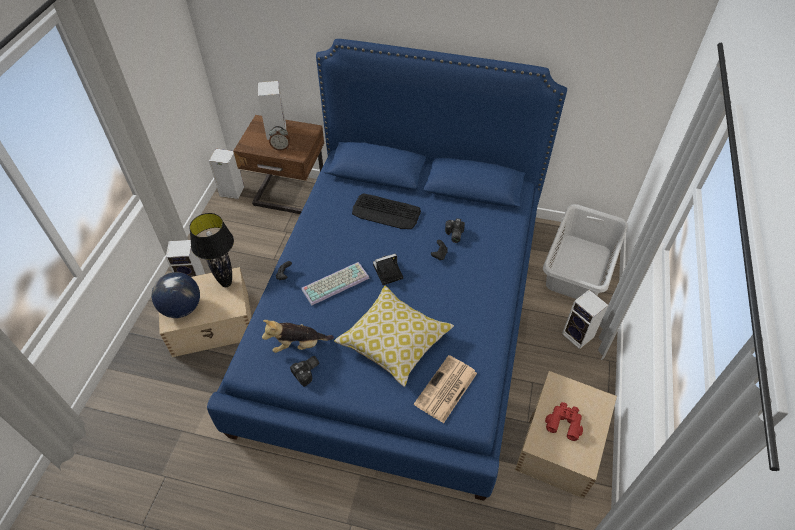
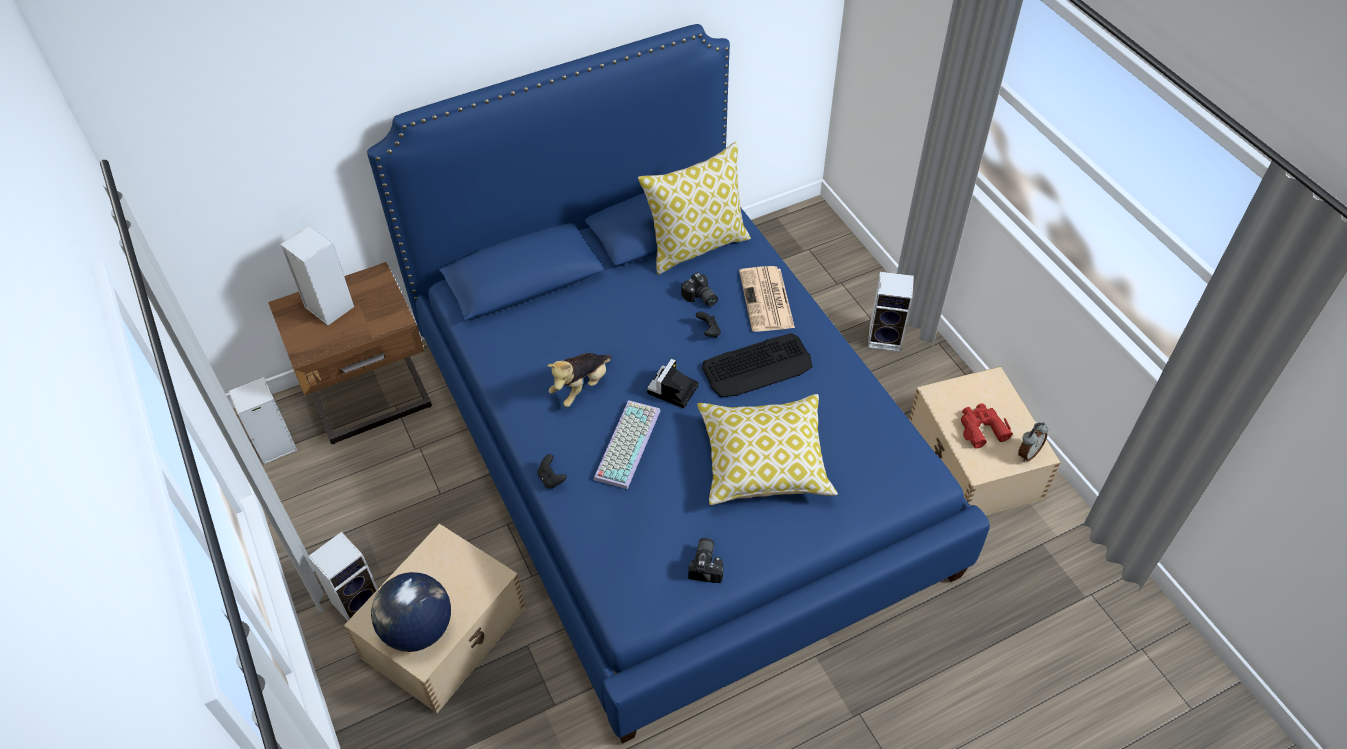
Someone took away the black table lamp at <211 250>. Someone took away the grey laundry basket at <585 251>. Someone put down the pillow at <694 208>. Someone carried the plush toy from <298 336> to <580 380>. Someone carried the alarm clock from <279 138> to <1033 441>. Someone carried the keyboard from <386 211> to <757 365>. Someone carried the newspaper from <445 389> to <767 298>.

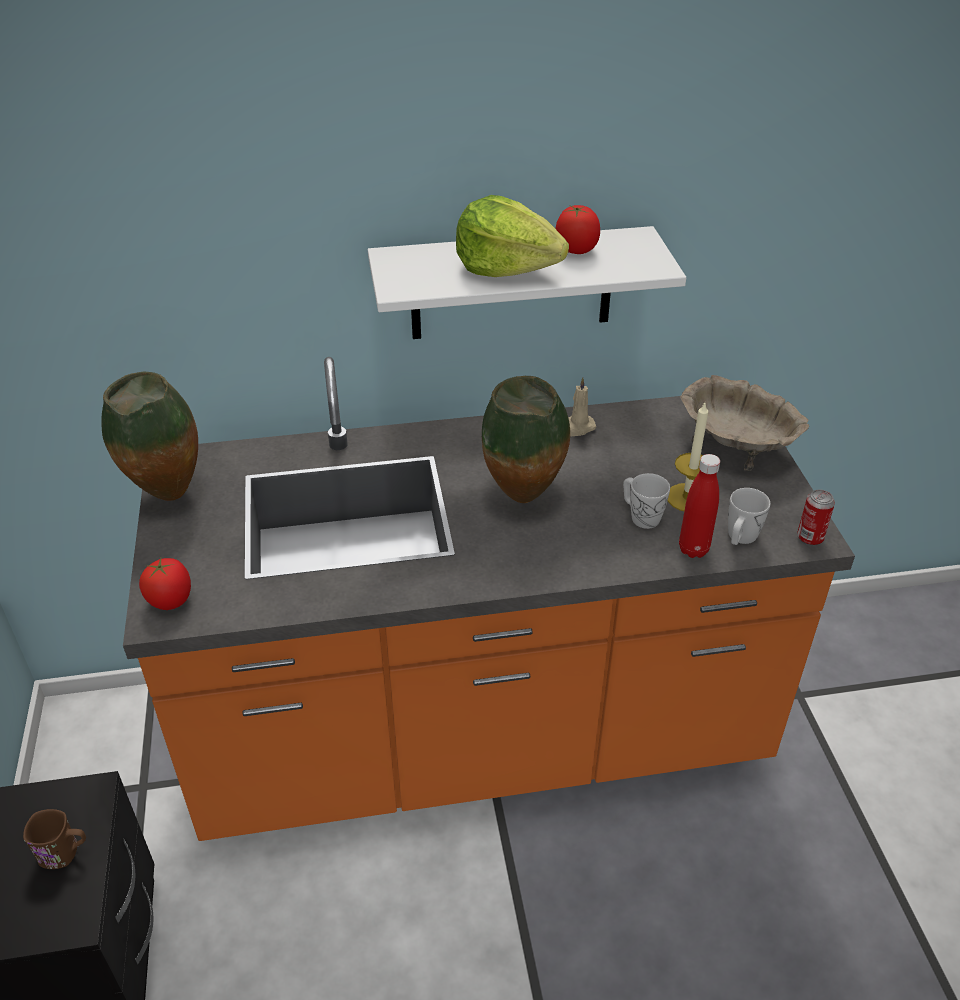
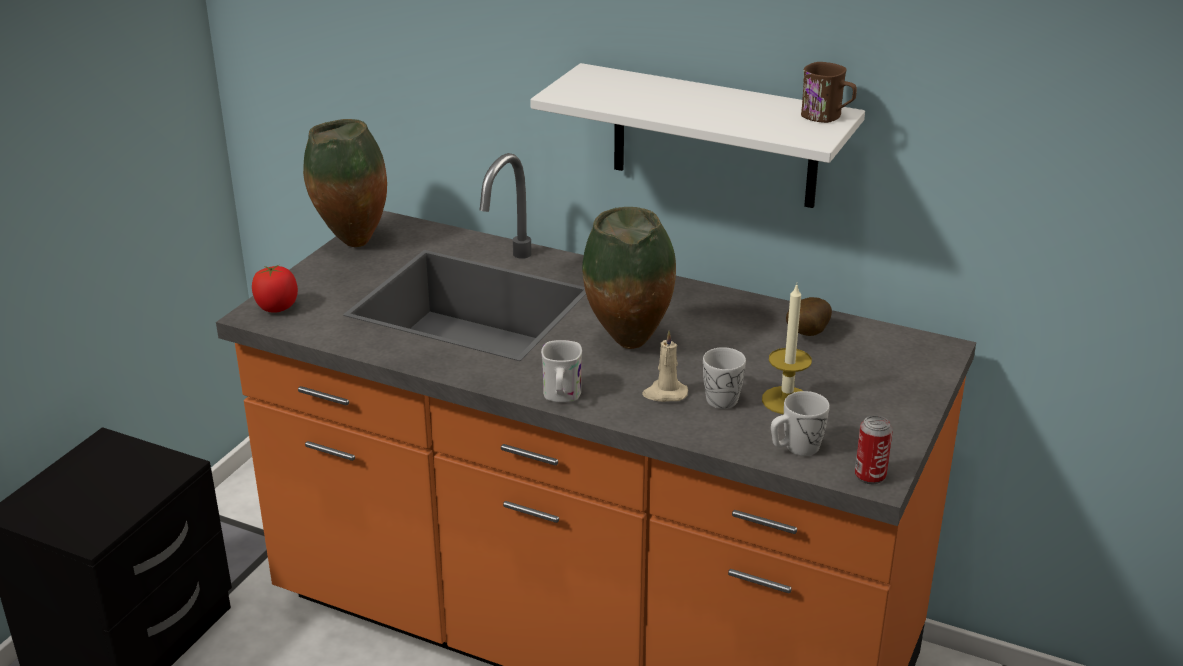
Someone took away the lettuce at <512 236>. Someone took away the tomato at <578 229>. Someone took away the red bottle at <699 506>. Someone took away the beige bowl at <744 423>. Someone put down the white mug at <561 371>. Someone put down the potato at <809 316>. Someone carried the brown mug from <54 839> to <829 92>. Someone carried the beige candle from <582 406> to <665 366>.

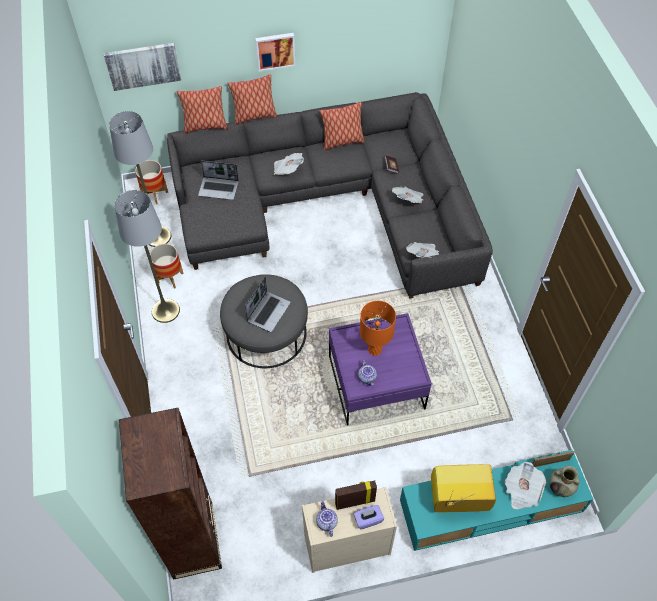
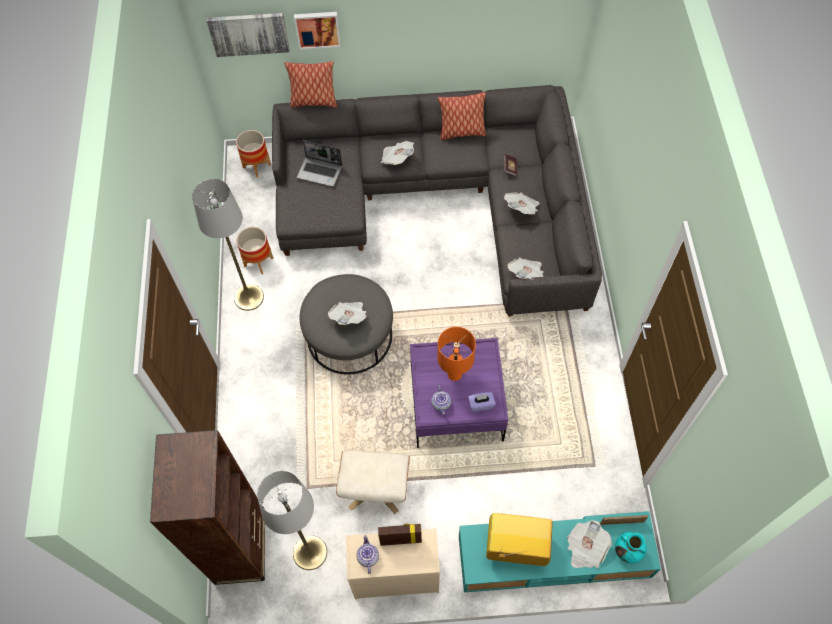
Someone took away the pillow at <252 99>. Someone put down the beige ottoman at <373 482>. Someone carried the grey floor lamp from <140 179> to <292 520>. Someone carried the picture from <275 52> to <317 31>. Someone carried the purple tissue box from <369 517> to <482 402>. Someone swapped the laptop at <268 304> for the newspaper at <347 313>. Someone repainted the beige vase at <564 481>, which became the turquoise vase at <631 547>.

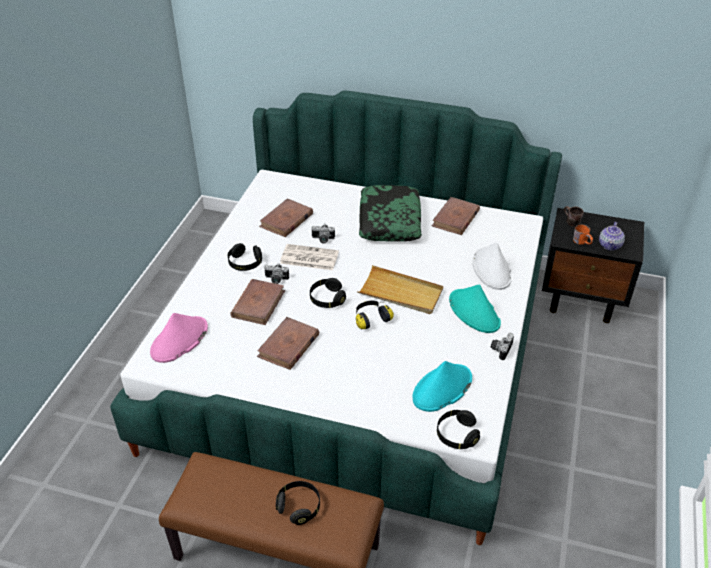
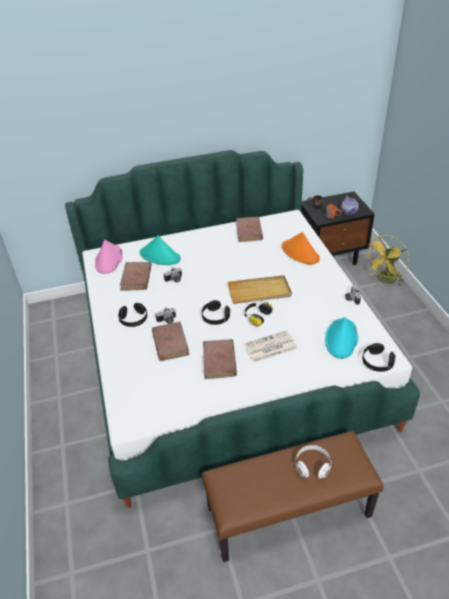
Someone took away the pillow at <390 213>. Someone put down the yellow fan at <387 261>. Someone carried the pink hat from <179 338> to <109 256>. Someone carried the newspaper from <309 257> to <271 346>. Someone carried the turquoise hat from <475 308> to <160 250>. Someone repainted the black headphones at <298 503>, which became the white headphones at <313 462>. Someone repainted the white hat at <491 266>, which became the orange hat at <301 248>.

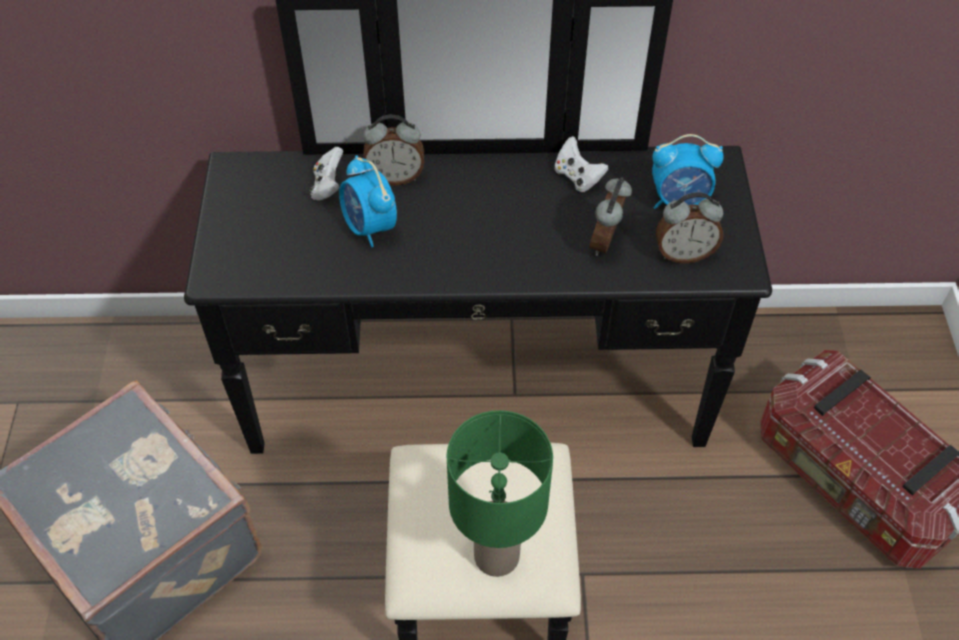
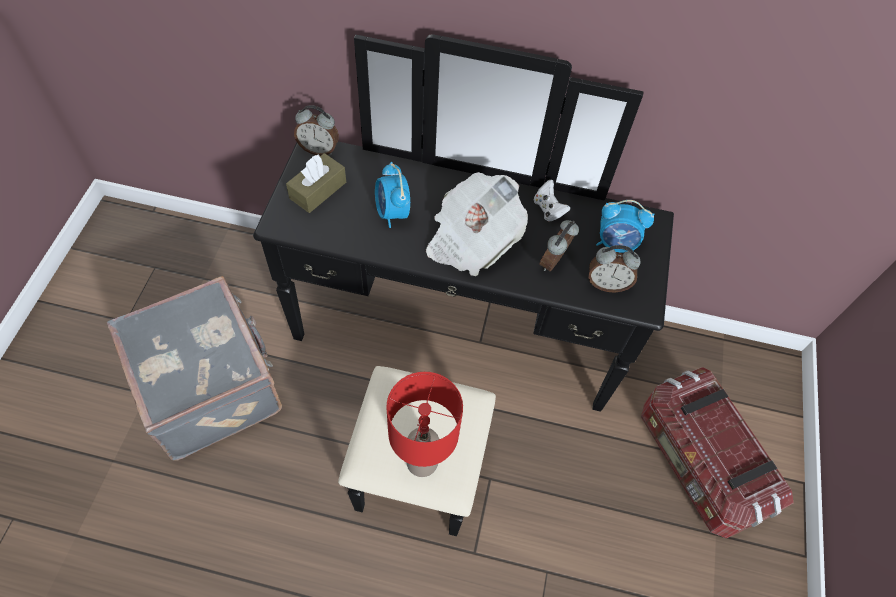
Someone took away the white game controller at <326 173>. Someone put down the brown tissue box at <316 183>. Someone put down the newspaper at <477 224>. Someone carried the alarm clock from <393 150> to <316 130>. Someone repainted the green table lamp at <499 493>, which became the red table lamp at <424 424>.

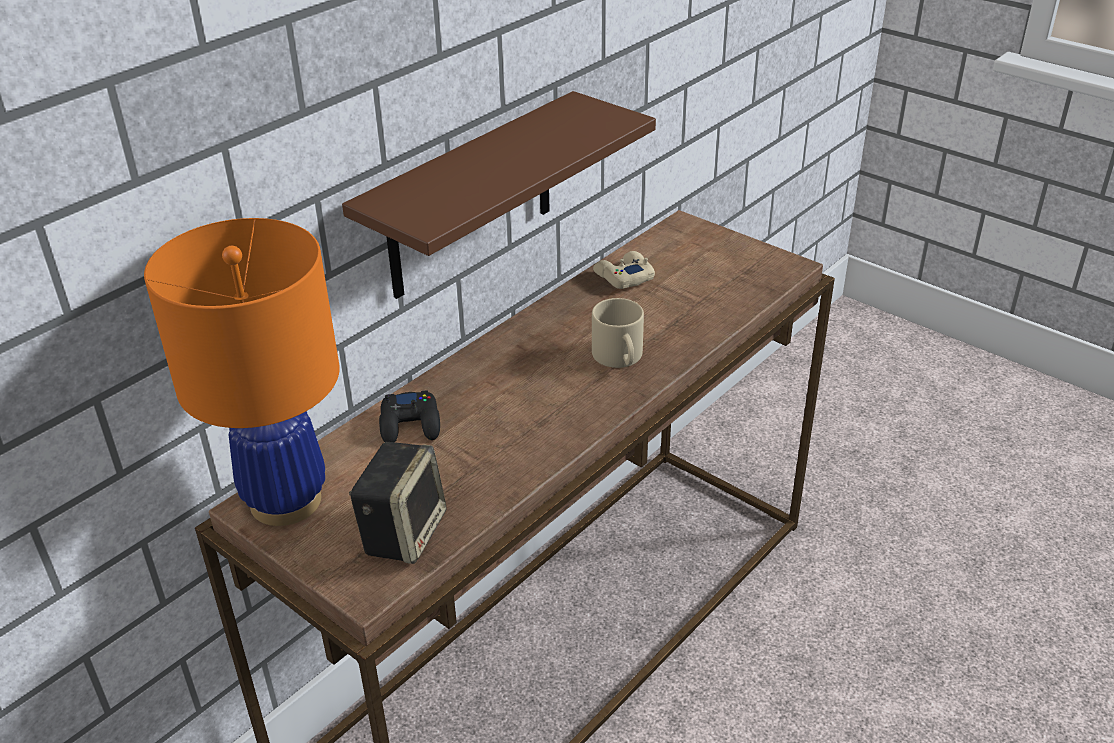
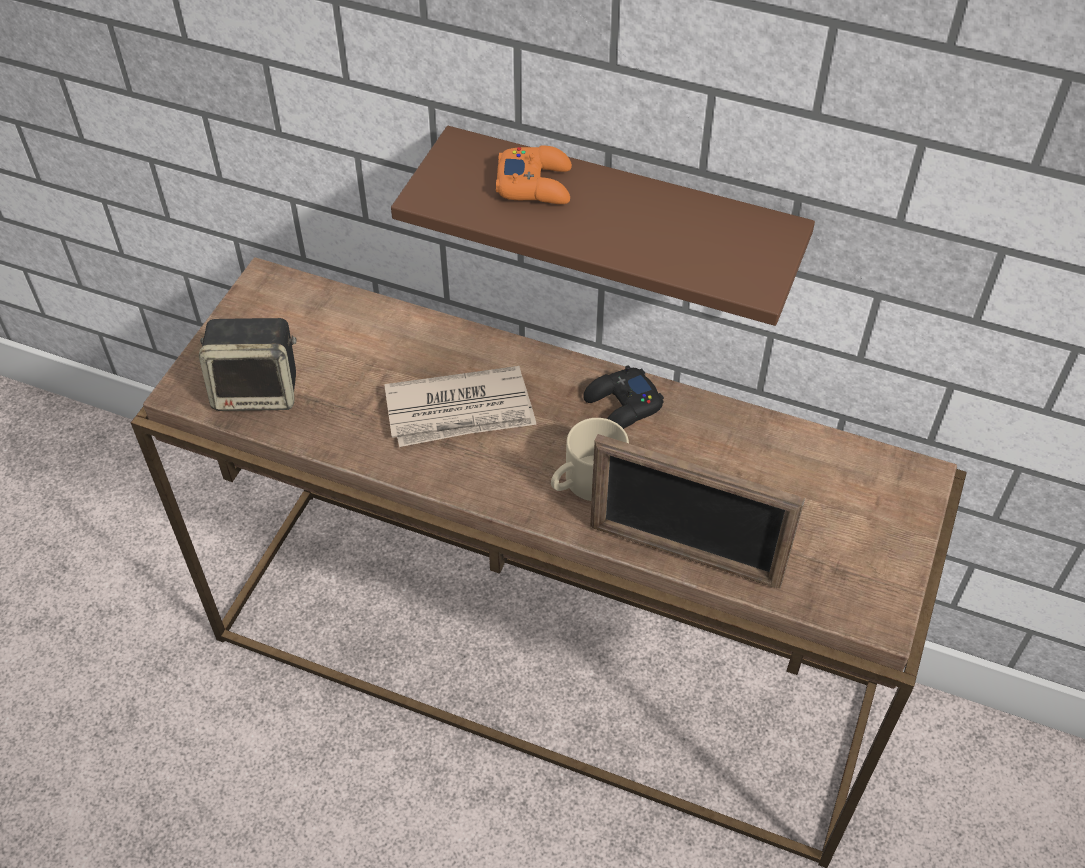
Someone took away the orange table lamp at <242 372>. Someone took away the beige game controller at <624 270>. Someone put down the newspaper at <460 406>. Someone put down the orange game controller at <534 174>. Someone put down the picture frame at <697 511>. Someone carried the black game controller from <409 416> to <623 397>.

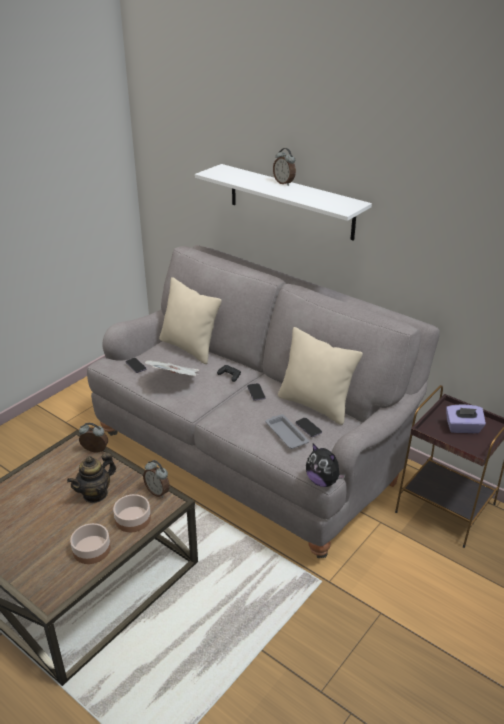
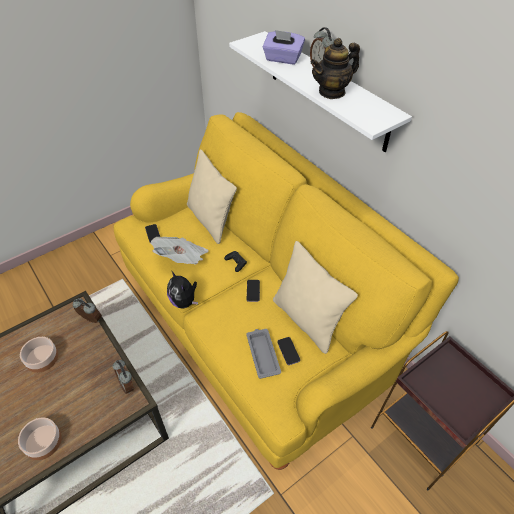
Someone carried the teapot from <91 478> to <335 68>. Someone carried the bowl from <132 513> to <39 355>. Someone carried the plush toy from <326 465> to <182 290>. Someone carried the purple tissue box from <466 419> to <284 47>. Someone repainted the grey sofa at <263 401>, which became the yellow sofa at <286 291>.

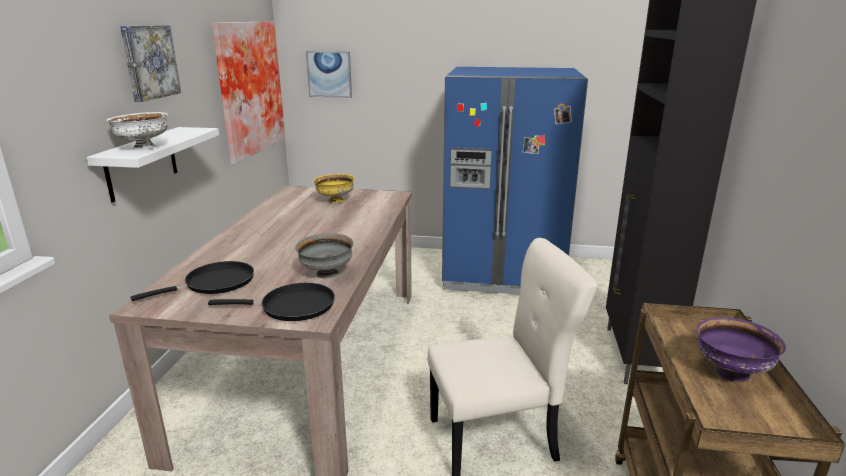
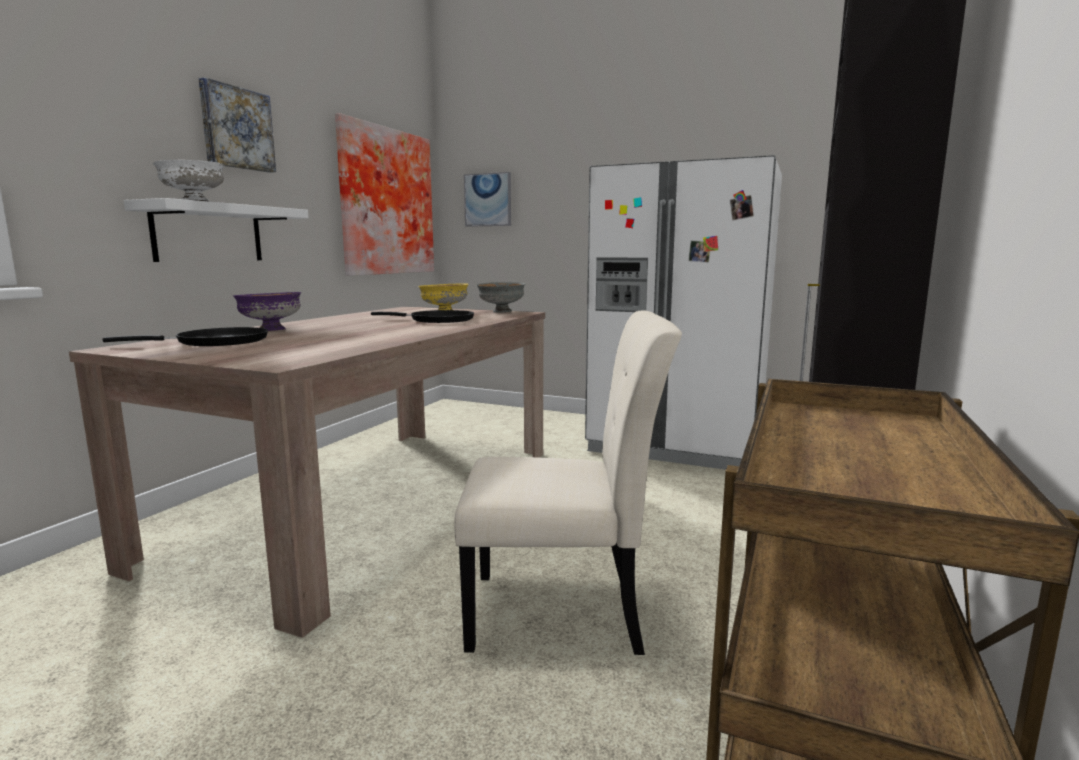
Someone carried the black frying pan from <271 302> to <422 316>. Someone carried the grey bowl from <324 255> to <501 297>. Someone carried the purple bowl from <741 349> to <267 311>. Someone repainted the blue fridge at <515 181>, which became the white fridge at <683 312>.

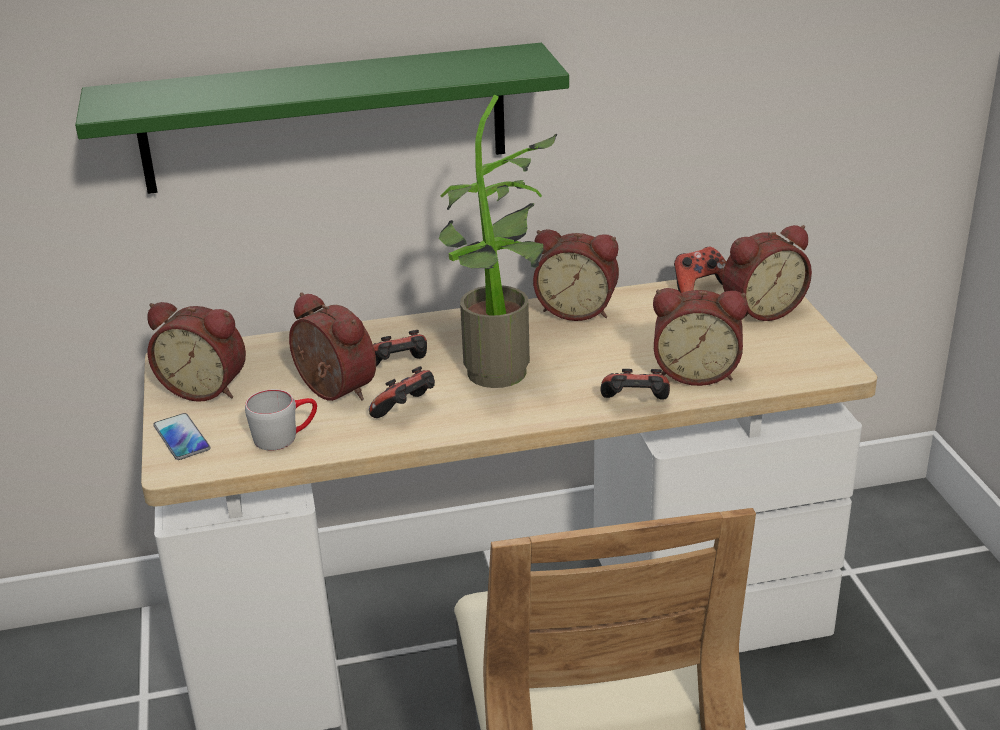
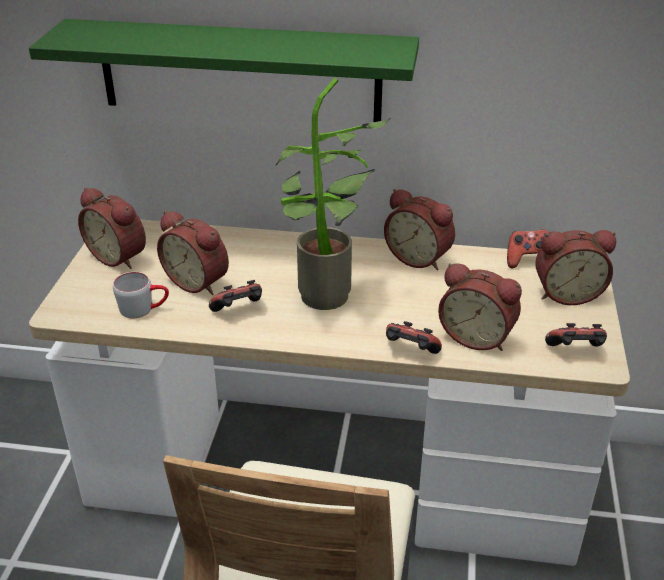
Someone took away the phone at <182 436>. Someone carried the game controller from <400 348> to <576 335>. Someone rotated the alarm clock at <332 346> by 150 degrees clockwise.

